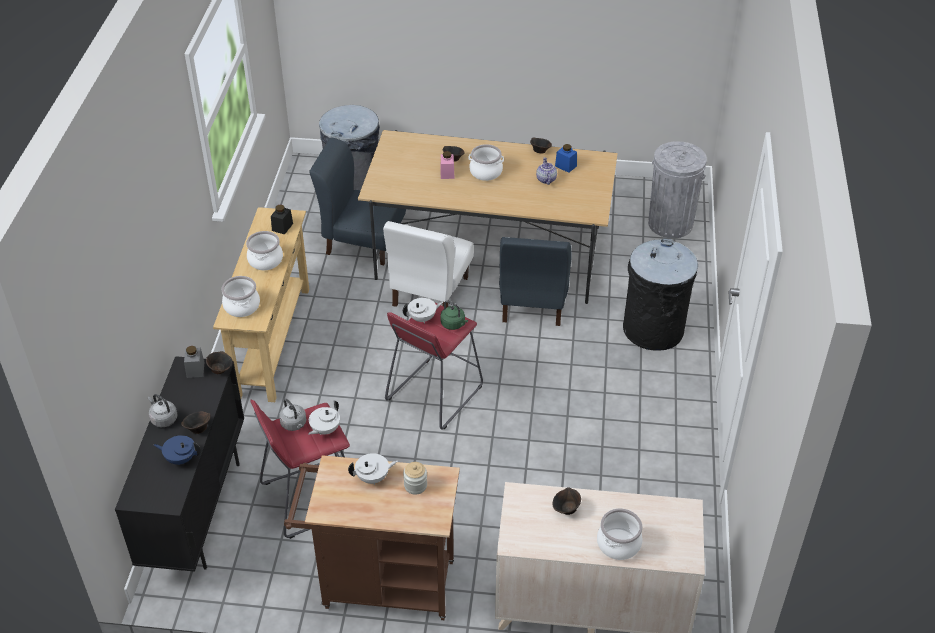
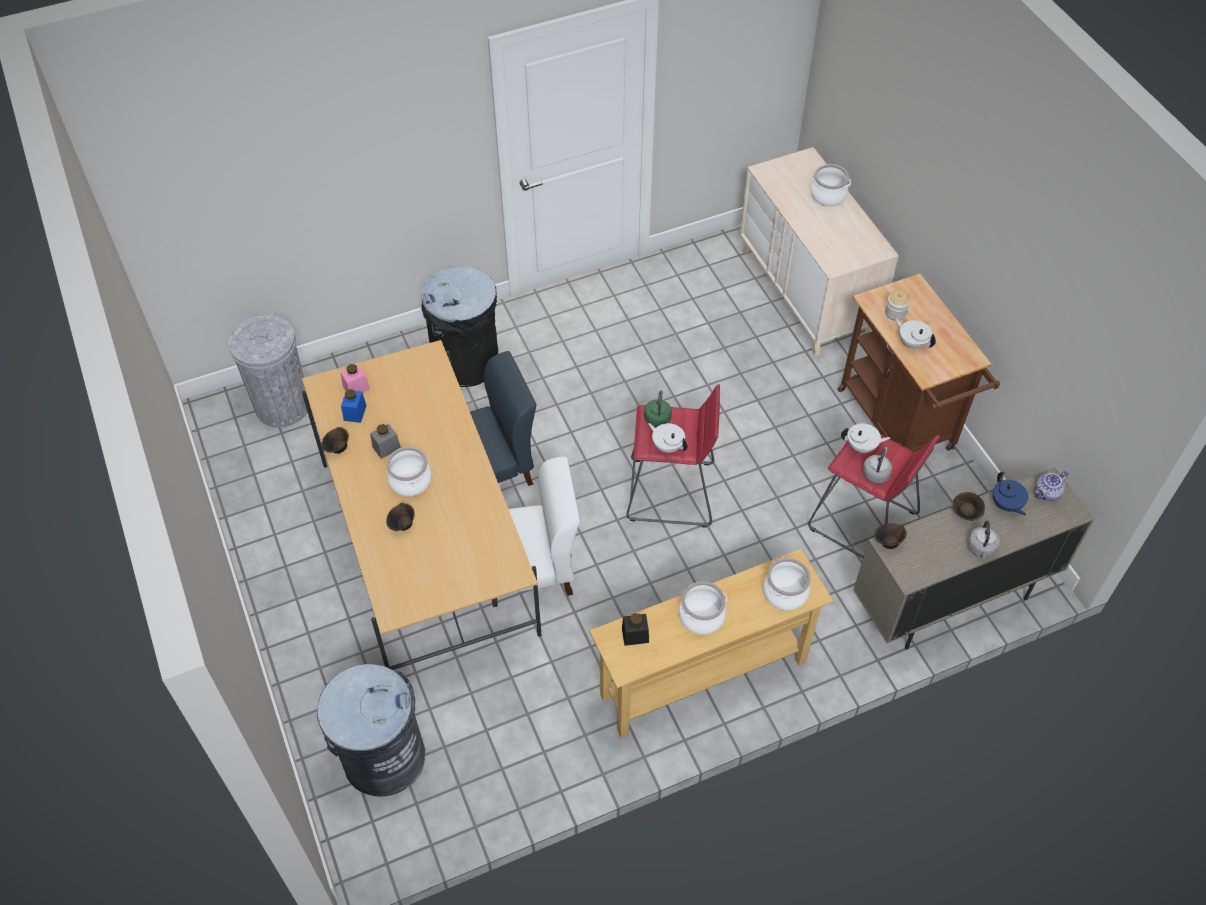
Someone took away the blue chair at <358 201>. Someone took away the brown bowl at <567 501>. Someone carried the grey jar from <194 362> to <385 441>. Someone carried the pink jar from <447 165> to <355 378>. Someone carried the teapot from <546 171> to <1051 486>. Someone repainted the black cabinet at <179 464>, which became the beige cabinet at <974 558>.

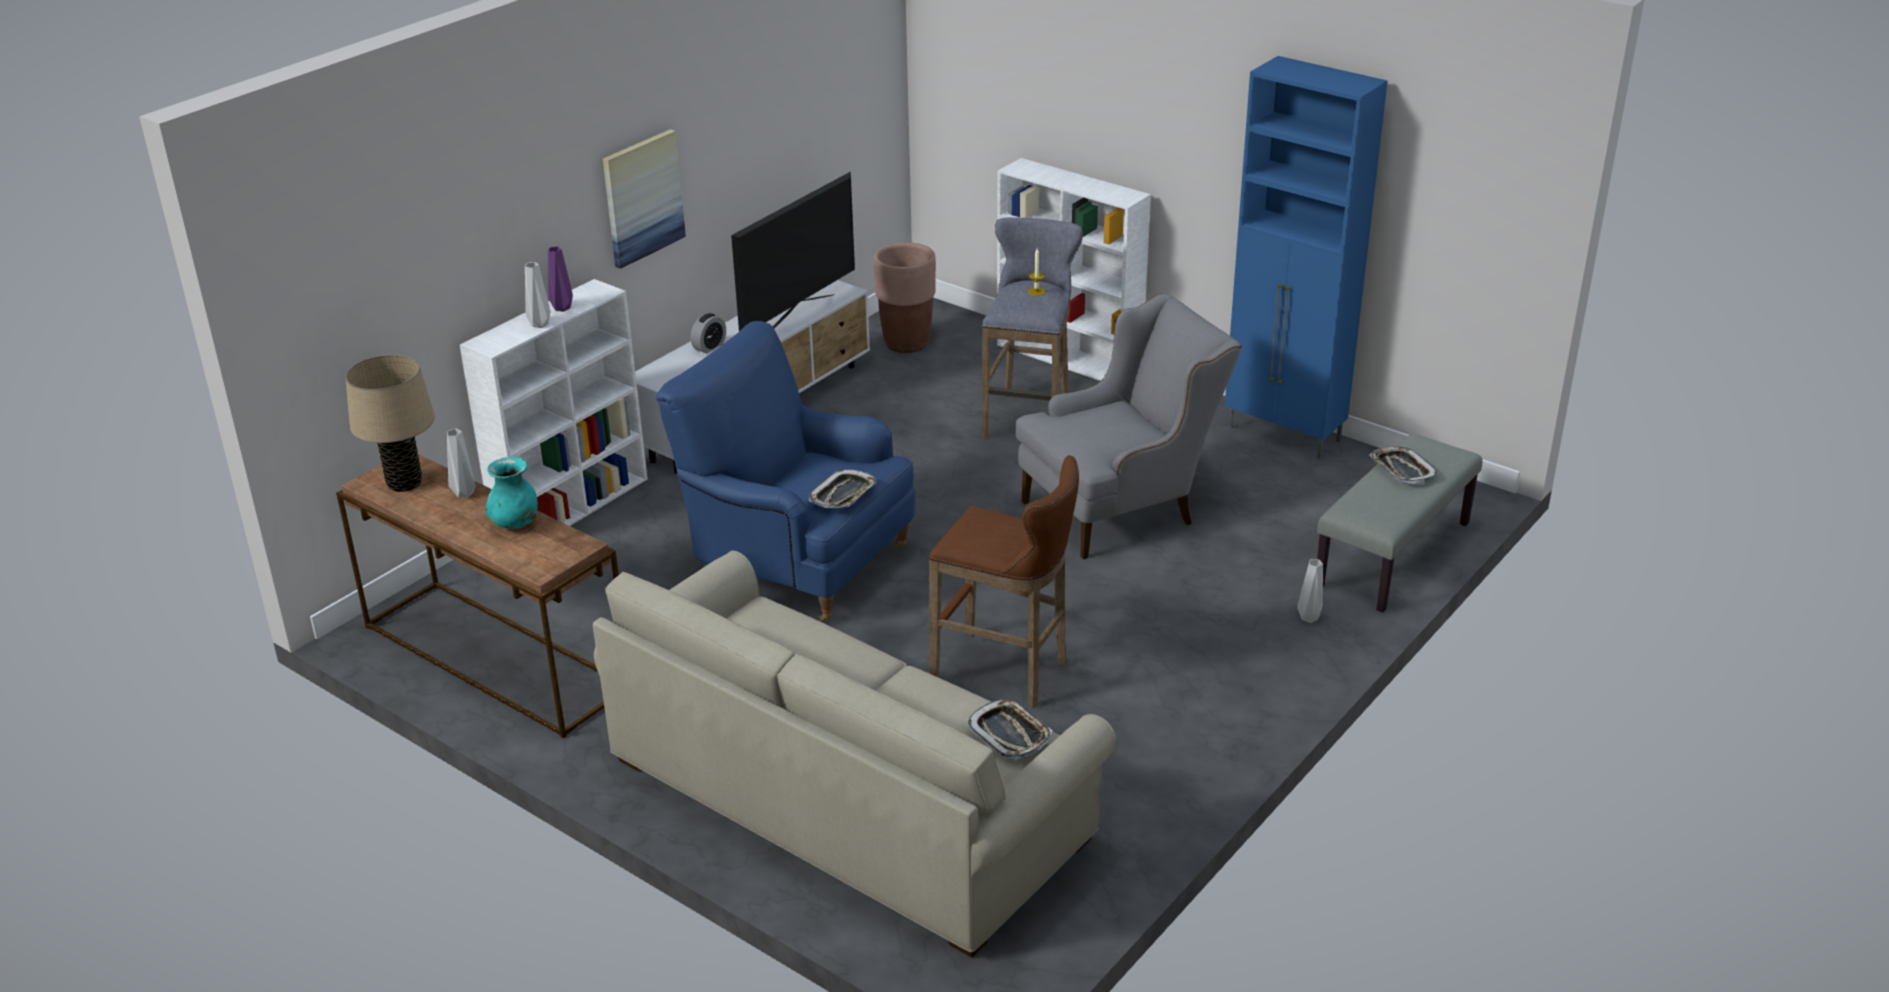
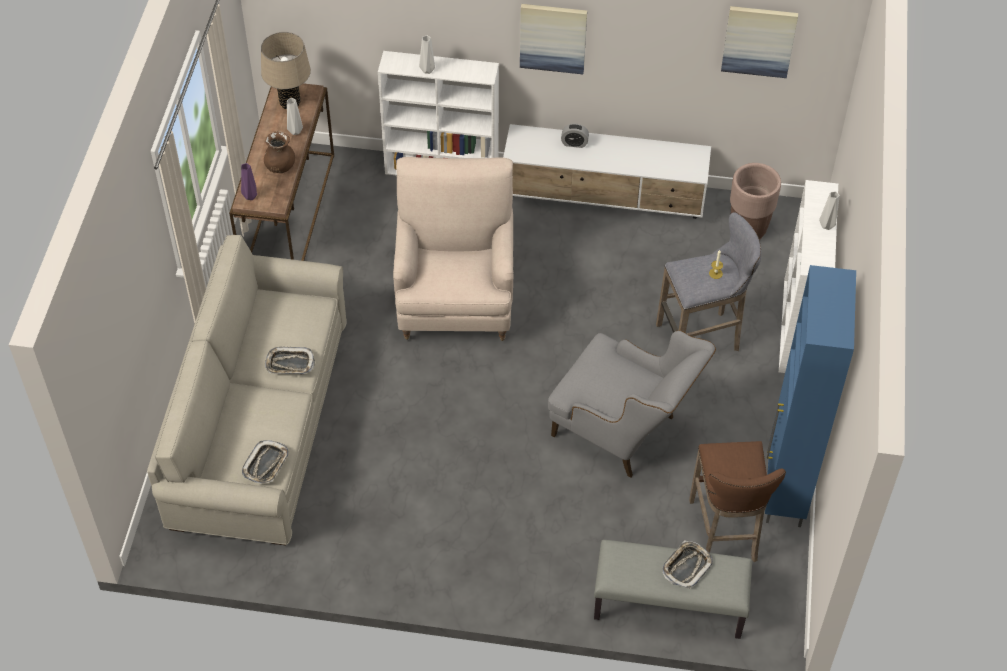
Someone took away the television at <793 251>. Someone put up the picture at <759 42>. Someone carried the purple vase from <560 279> to <249 181>. Someone carried the tray from <843 488> to <290 360>. Someone carried the brown stool from <1004 581> to <737 501>. Someone carried the grey vase from <1310 591> to <829 210>. Someone repainted the turquoise vase at <511 492>, which became the brown vase at <279 152>. Someone repainted the blue armchair at <786 472>, which became the beige armchair at <453 249>.

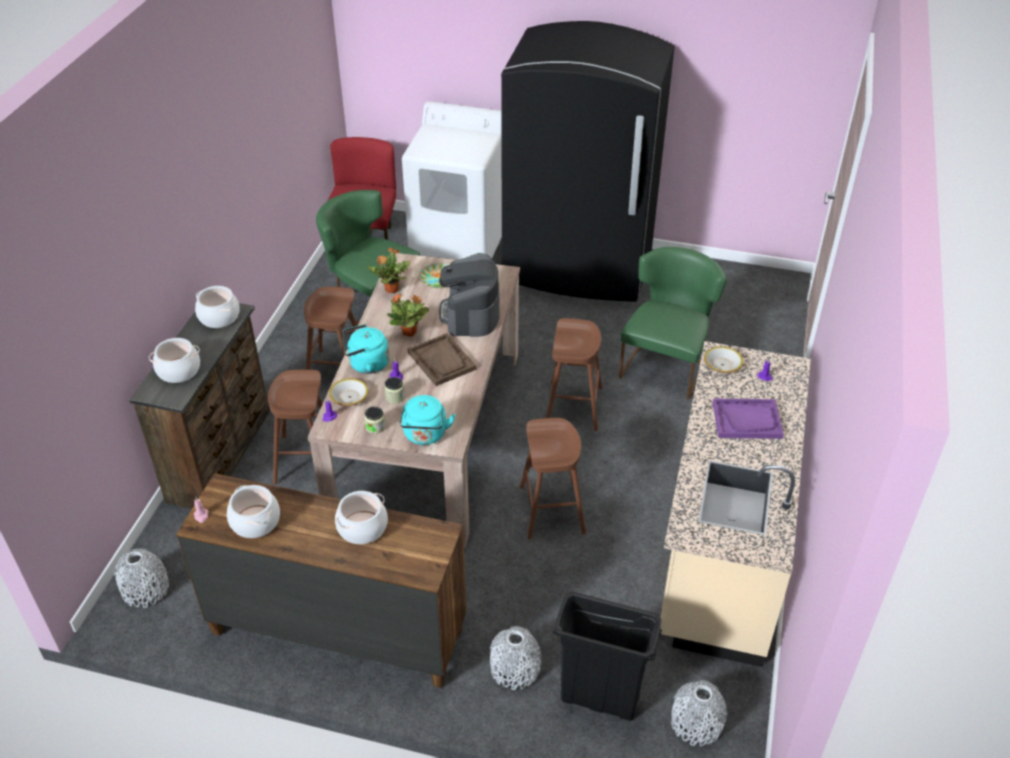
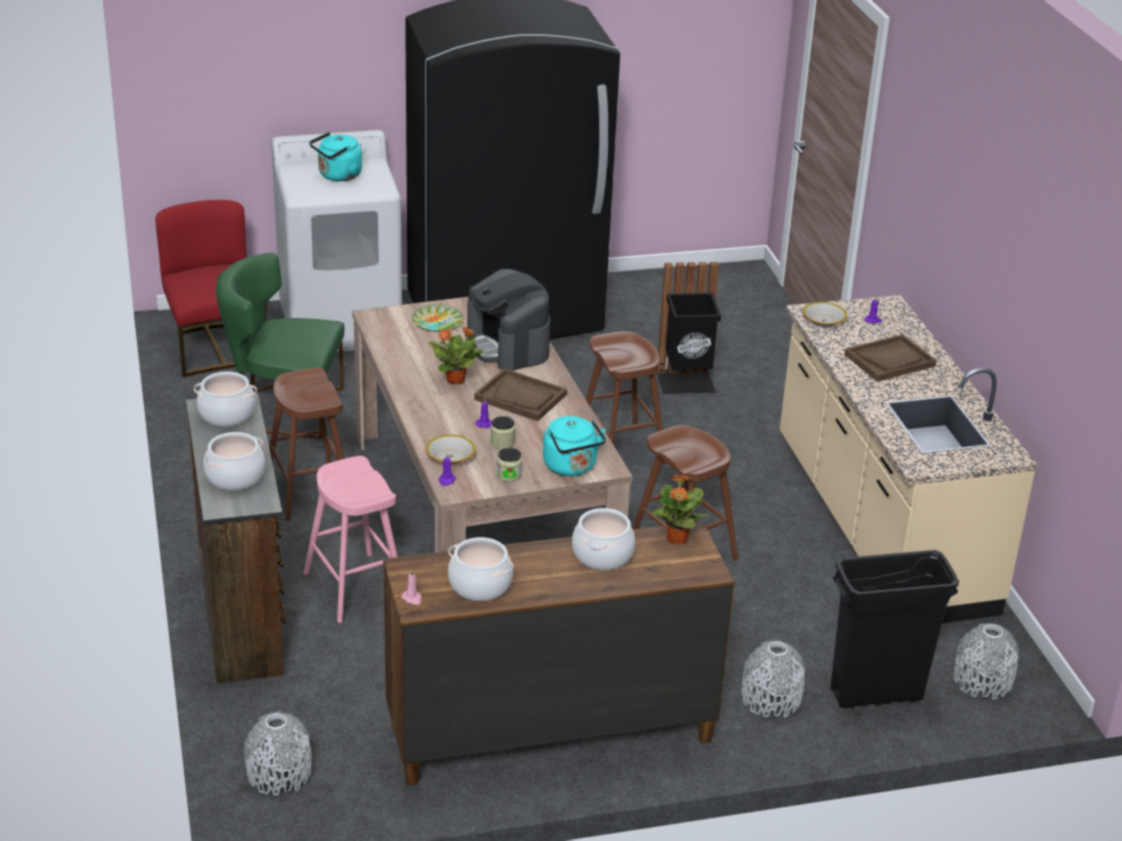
Someone carried the turquoise kettle from <366 349> to <335 156>. Someone carried the potted plant from <389 270> to <680 509>. Someone swapped the green chair at <673 323> for the black trash can at <689 328>. Someone repainted the brown stool at <295 427>, which became the pink stool at <351 539>. Someone repainted the purple tray at <748 419>, which became the brown tray at <890 358>.

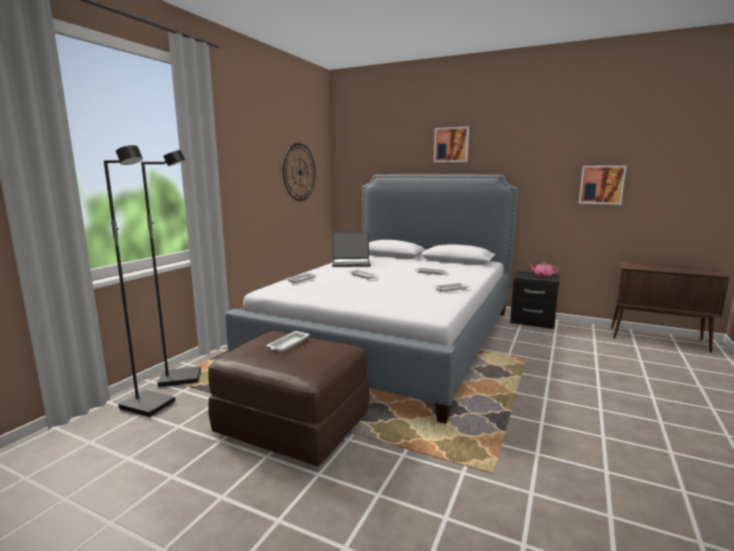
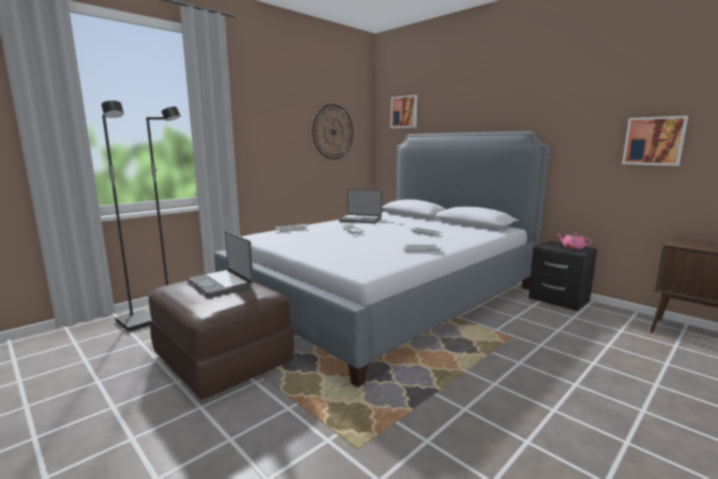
Someone carried the picture from <451 144> to <404 111>. Someone swapped the white tray at <288 341> for the laptop at <220 264>.

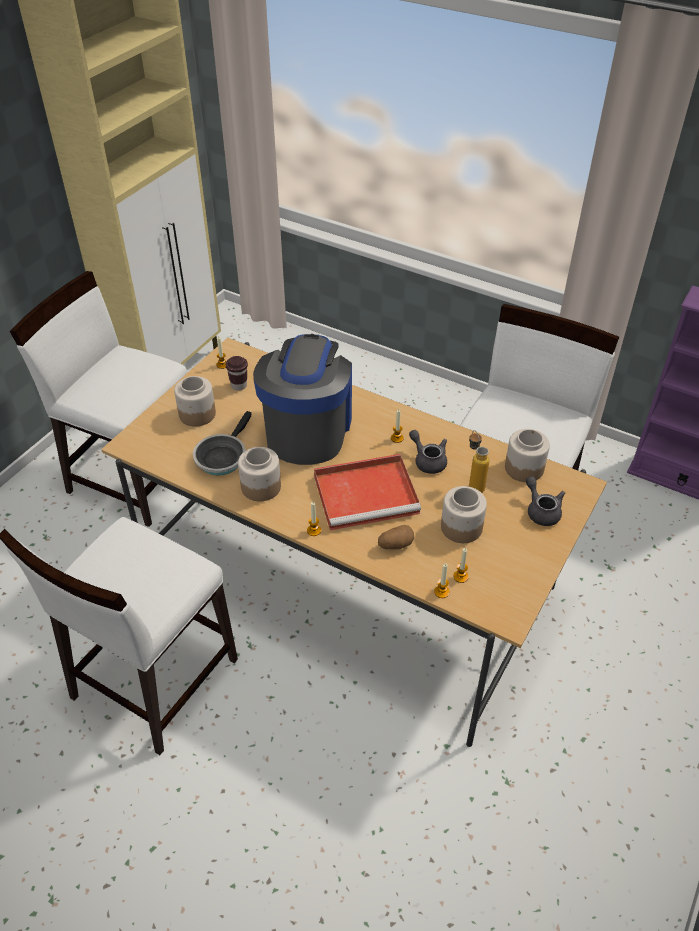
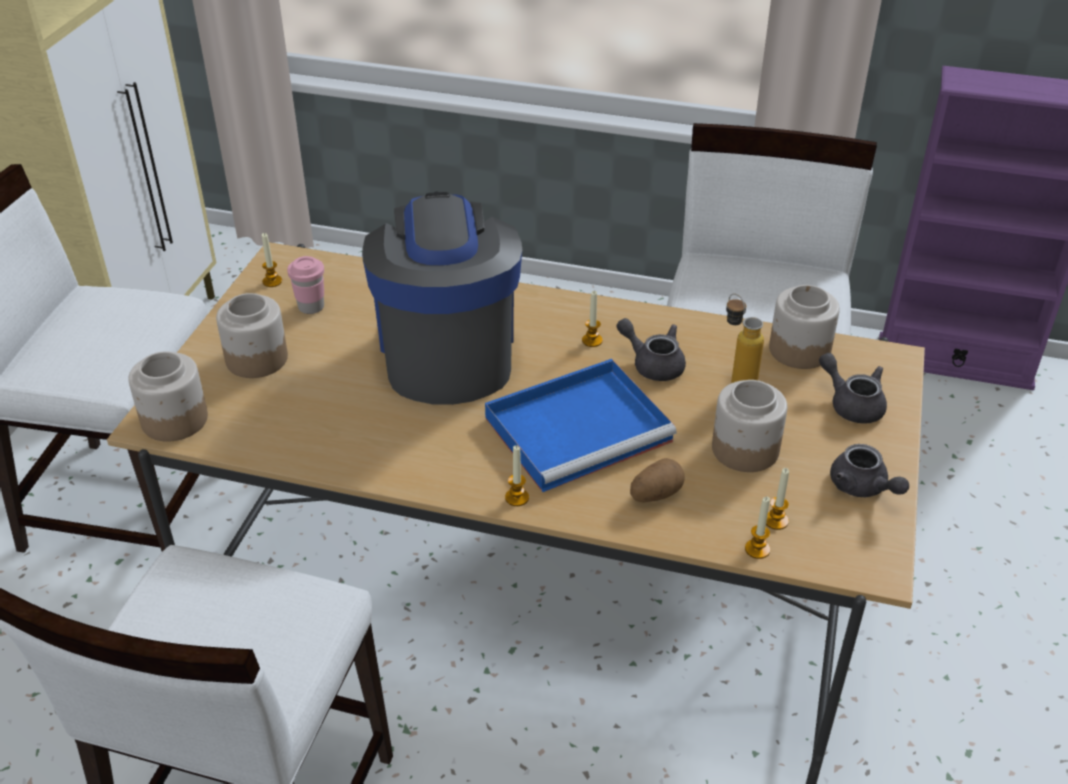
Someone took away the frying pan at <222 443>. Someone put down the grey teapot at <869 470>. Someone carried the jar from <259 474> to <168 396>. Someone repainted the brown cup at <236 373>, which became the pink cup at <305 285>. Someone repainted the red tray at <367 492>, which became the blue tray at <581 425>.

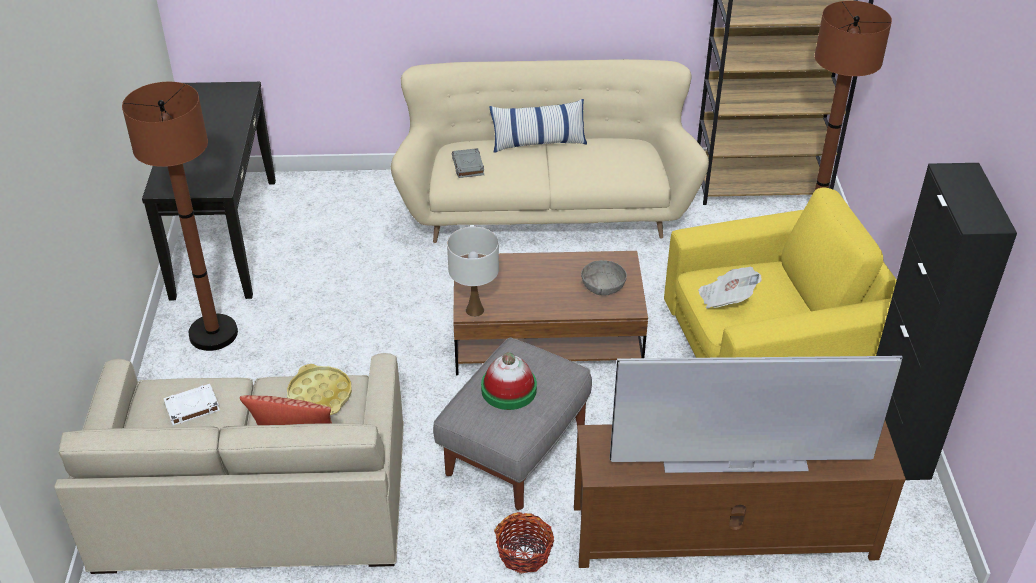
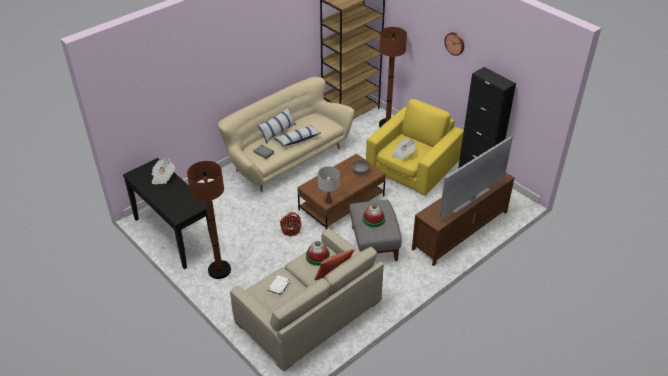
Someone put down the newspaper at <163 171>. Someone put down the pillow at <297 136>. Someone put up the wall clock at <454 44>. Someone carried the basket from <524 543> to <291 224>. Someone swapped the yellow tray at <319 389> for the hat at <318 253>.

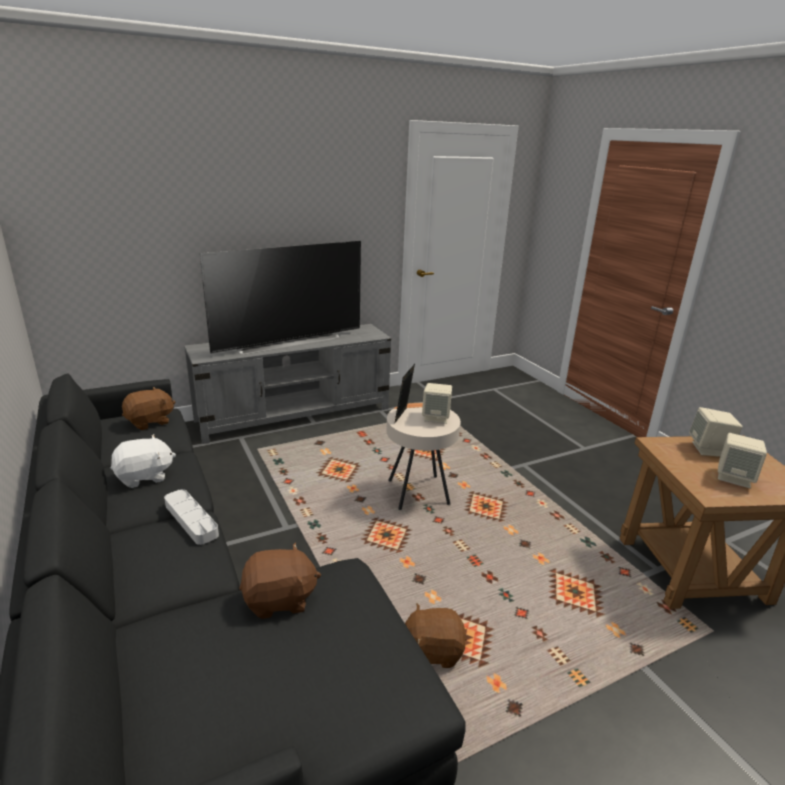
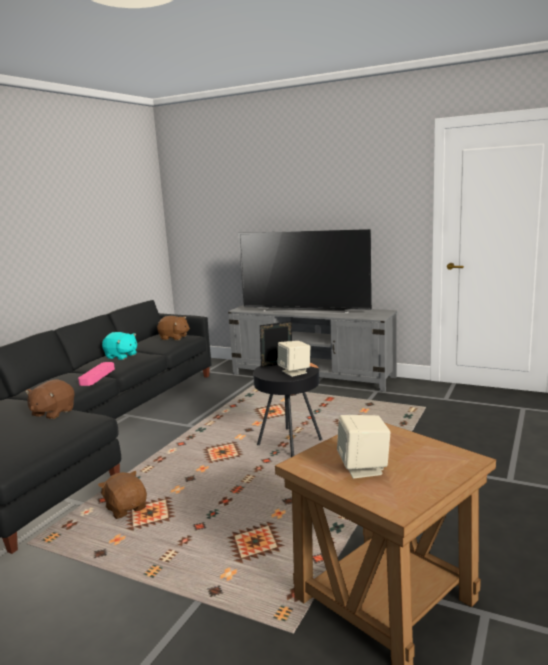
Someone took away the beige speaker at <716 432>. Someone repainted the white plush toy at <143 461>, which became the turquoise plush toy at <119 346>. Someone repainted the grey tray at <191 517>, which became the pink tray at <96 374>. Someone repainted the beige side table at <423 456>, which became the black side table at <288 410>. Someone rotated the brown plush toy at <280 580> by 75 degrees clockwise.

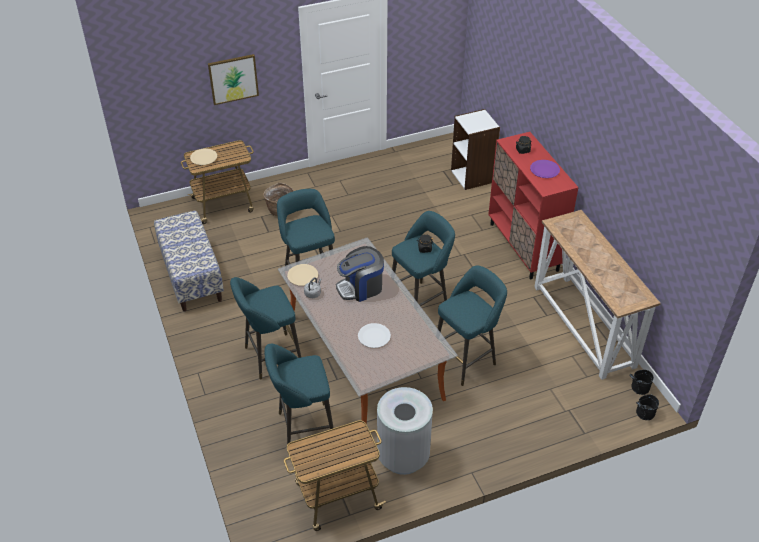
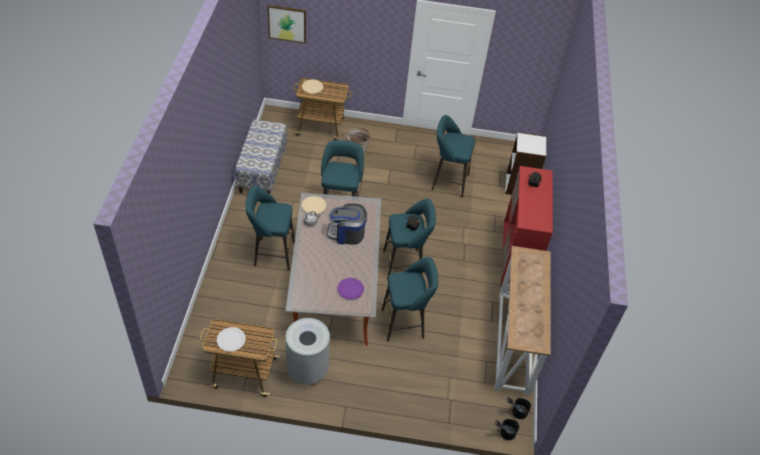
Someone carried the picture from <233 79> to <286 24>. Someone carried the turquoise stool from <299 394> to <453 156>. Someone carried the white plate from <374 335> to <231 339>. Someone carried the purple plate from <545 169> to <350 289>.

